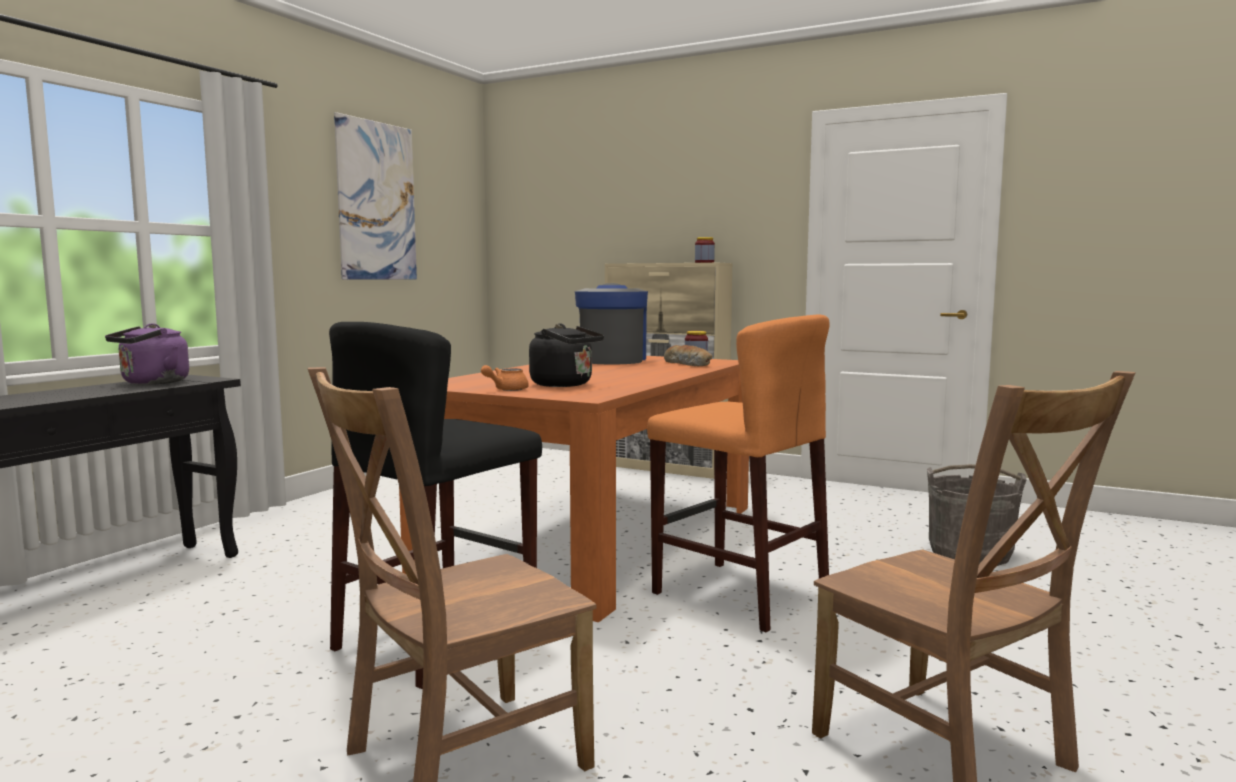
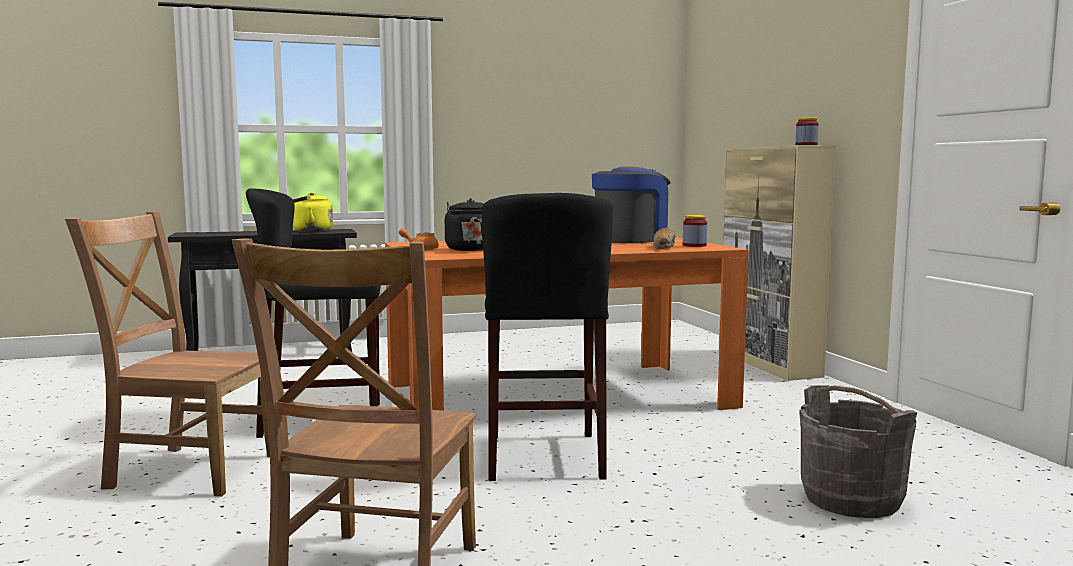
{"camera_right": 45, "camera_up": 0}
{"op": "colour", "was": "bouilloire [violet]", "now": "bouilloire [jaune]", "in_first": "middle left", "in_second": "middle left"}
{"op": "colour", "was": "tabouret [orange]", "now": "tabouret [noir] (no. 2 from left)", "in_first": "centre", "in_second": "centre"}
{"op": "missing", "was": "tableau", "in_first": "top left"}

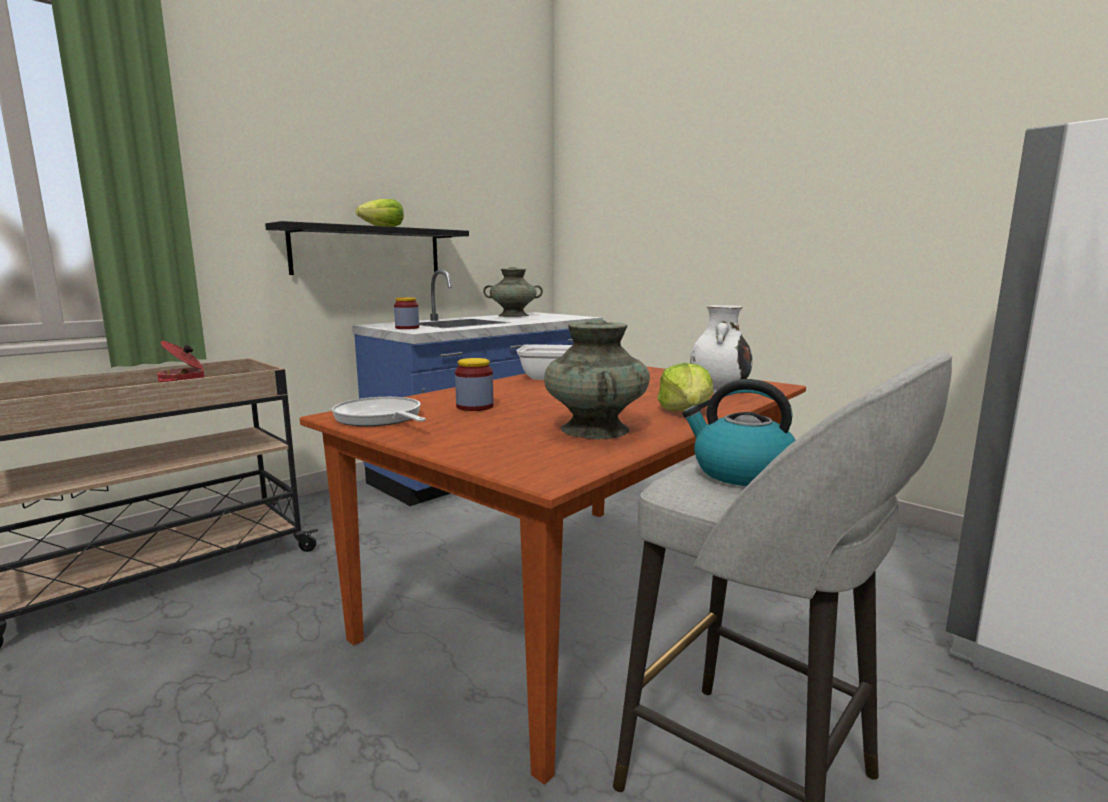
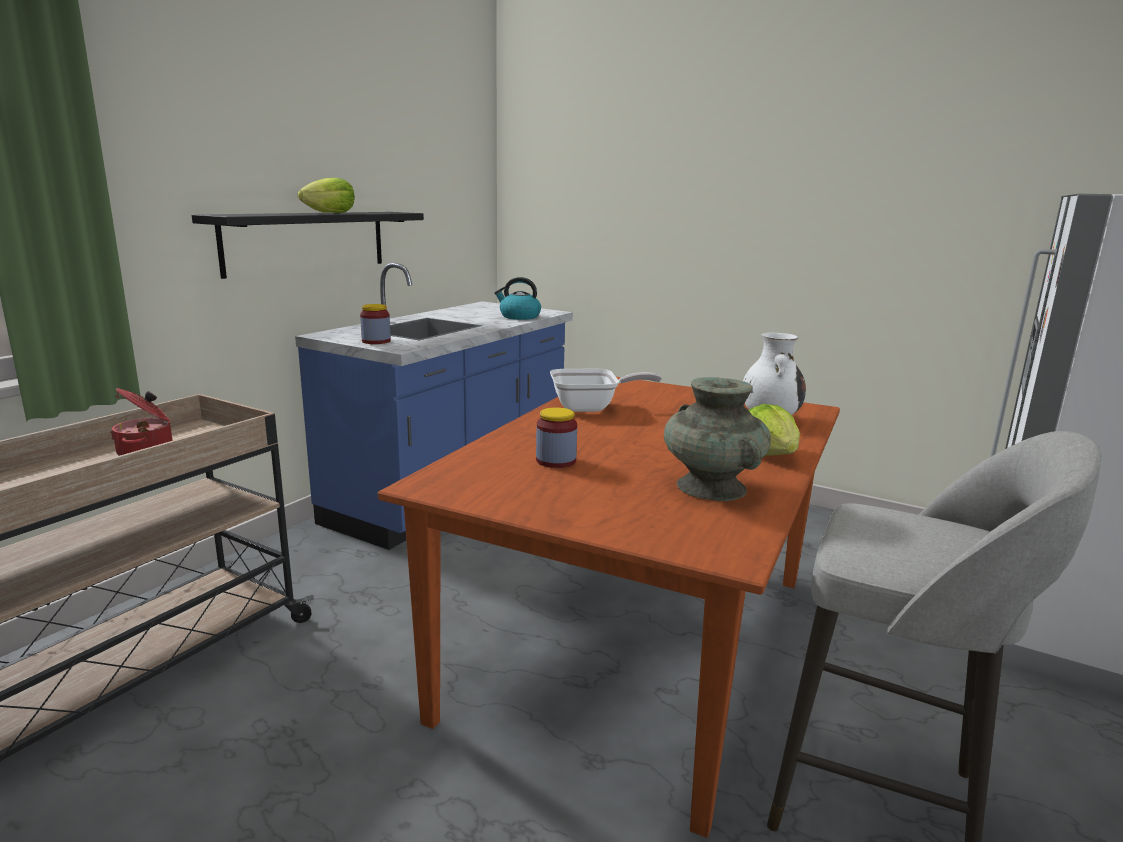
{"camera_right": -15, "camera_up": 5}
{"op": "relocated", "was": "bouilloire", "in_first": "middle right", "in_second": "centre"}
{"op": "missing", "was": "poêle (no. 1 from left)", "in_first": "centre"}
{"op": "missing", "was": "vase [turquoise] (no. 1 from left)", "in_first": "centre"}

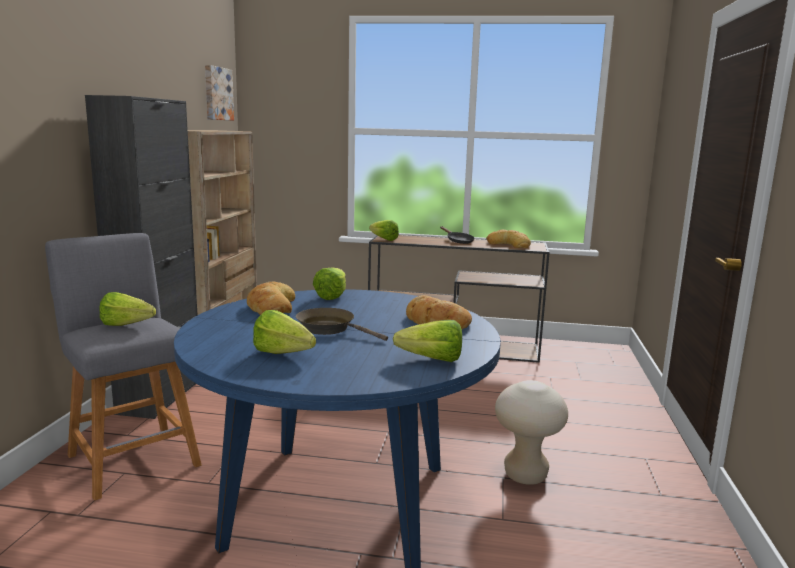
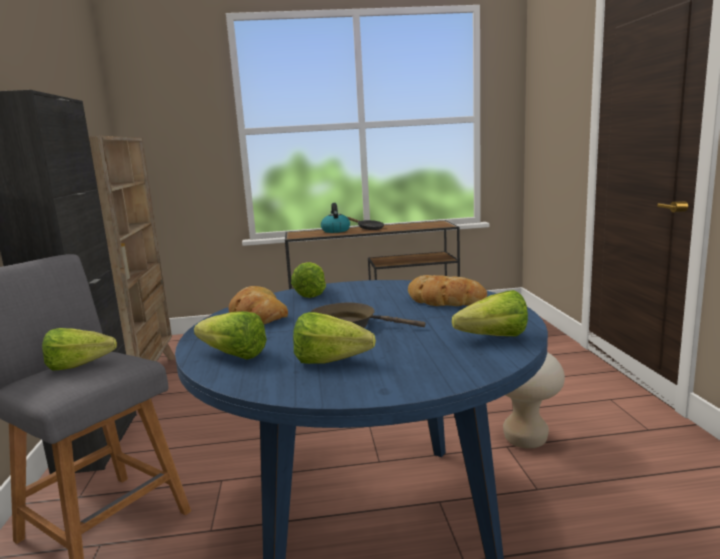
{"camera_right": -15, "camera_up": 0}
{"op": "relocated", "was": "laitue (no. 4 from left in the first image)", "now": "laitue (no. 2 from left)", "in_first": "centre", "in_second": "middle left"}
{"op": "appeared", "now": "bouilloire", "in_second": "centre"}
{"op": "missing", "was": "tableau", "in_first": "top left"}
{"op": "missing", "was": "pain (no. 3 from left)", "in_first": "centre"}

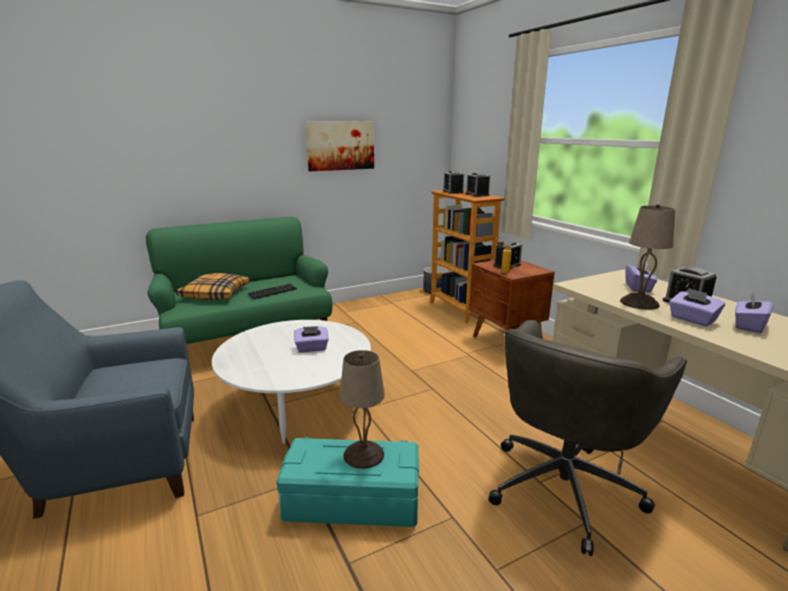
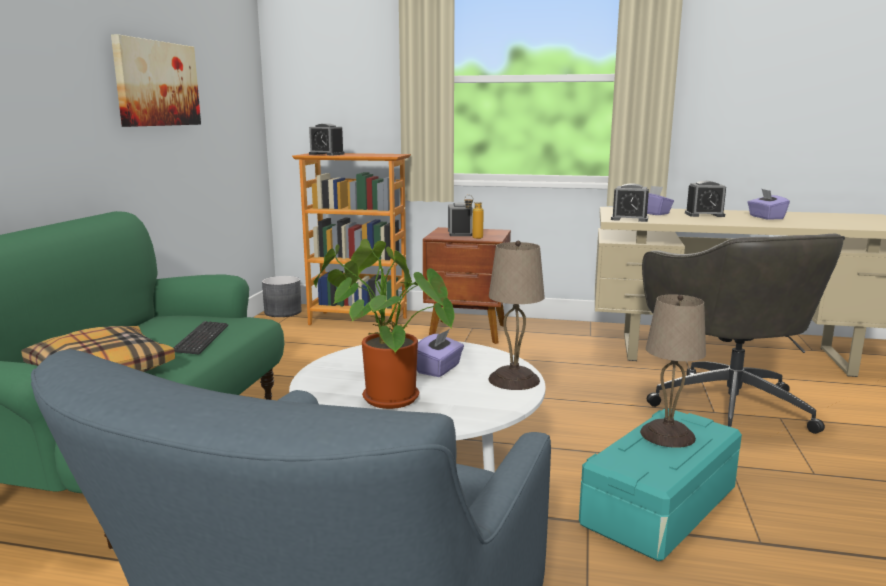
{"camera_right": -50, "camera_up": -5}
{"op": "appeared", "now": "plante en pot", "in_second": "centre"}
{"op": "relocated", "was": "lampe de table [beige] (no. 2 from left in the first image)", "now": "lampe de table [beige] (no. 1 from left)", "in_first": "middle right", "in_second": "centre"}
{"op": "relocated", "was": "réveil (no. 2 from left in the first image)", "now": "réveil (no. 3 from left)", "in_first": "top centre", "in_second": "middle right"}
{"op": "missing", "was": "boîte à mouchoirs [violet] (no. 3 from left)", "in_first": "middle right"}

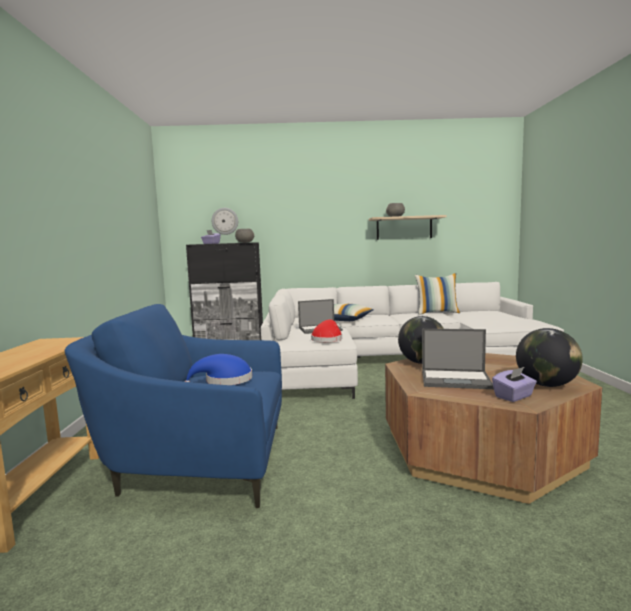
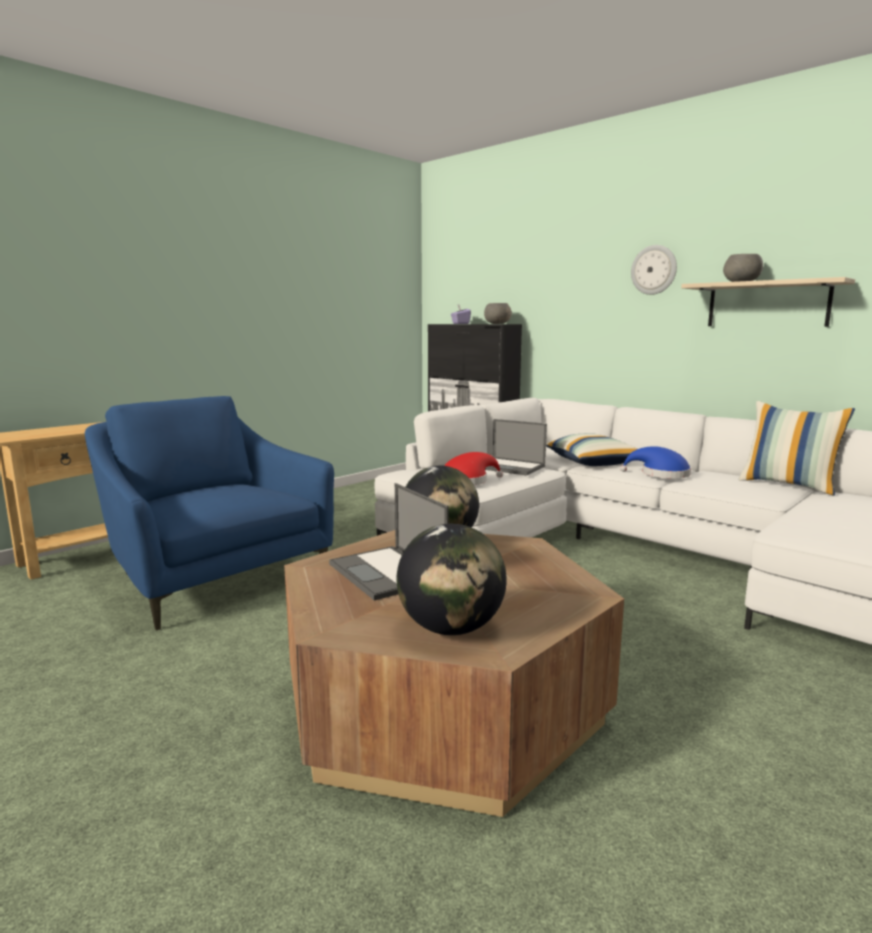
{"camera_right": 45, "camera_up": 5}
{"op": "relocated", "was": "chapeau [bleu]", "in_first": "centre", "in_second": "middle right"}
{"op": "relocated", "was": "horloge murale", "in_first": "centre", "in_second": "top right"}
{"op": "missing", "was": "boîte à mouchoirs [violet] (no. 2 from left)", "in_first": "middle right"}

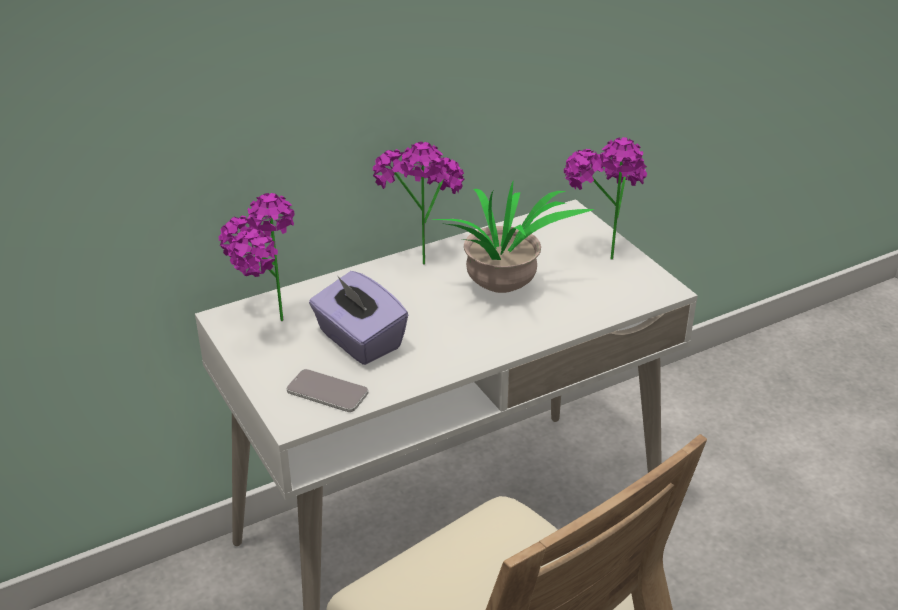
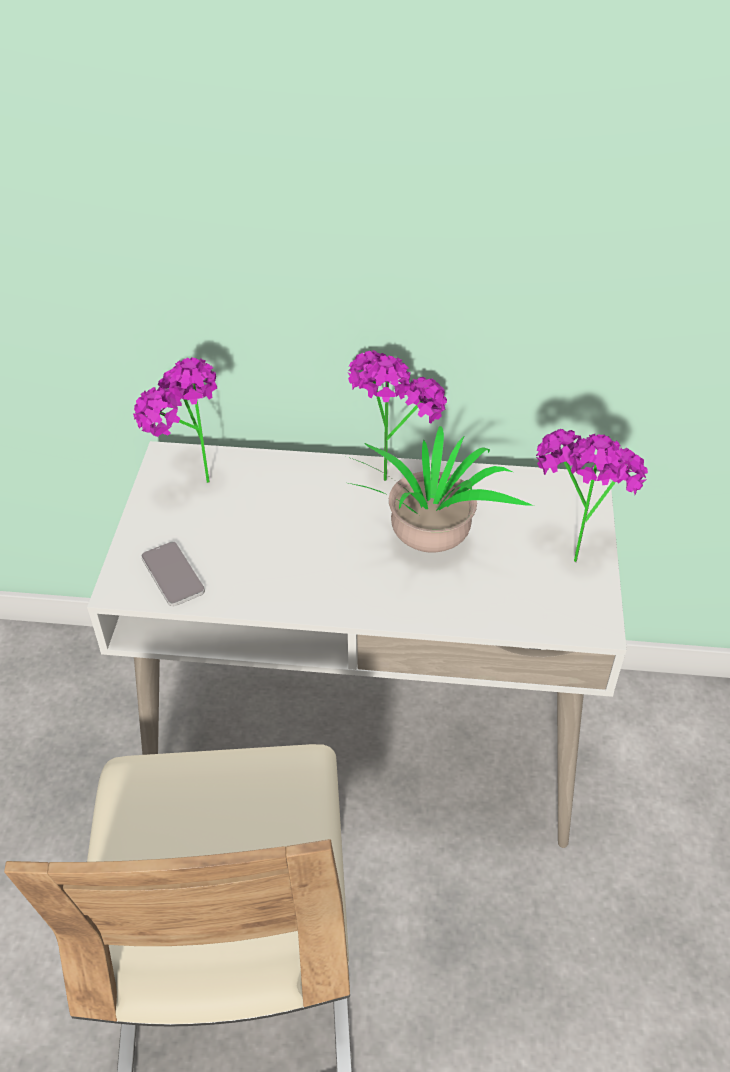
{"camera_right": 35, "camera_up": 10}
{"op": "missing", "was": "boîte à mouchoirs [violet]", "in_first": "centre"}

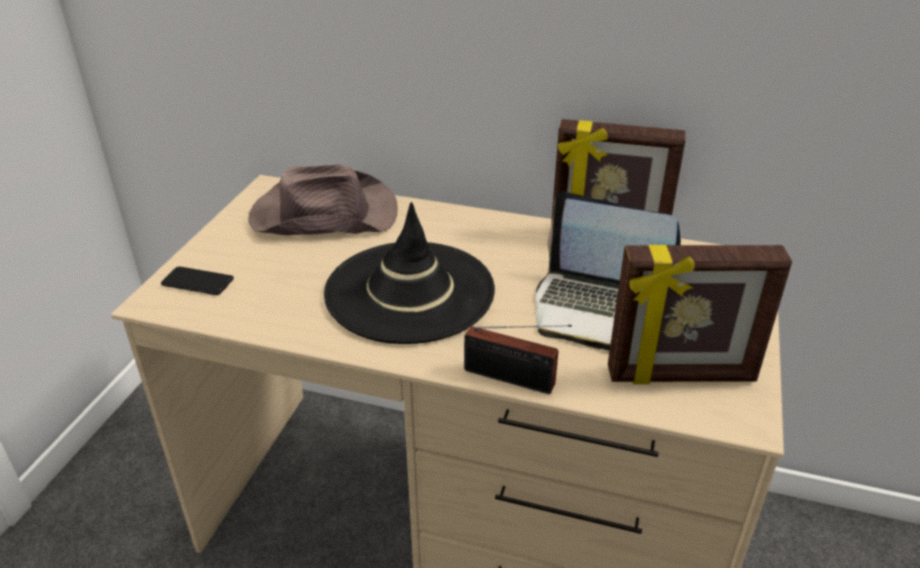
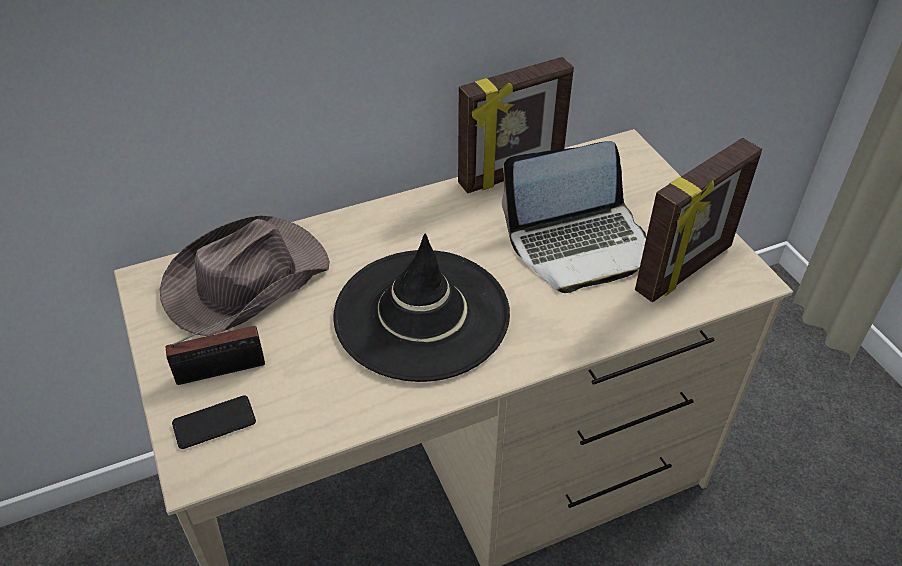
{"camera_right": -40, "camera_up": 10}
{"op": "relocated", "was": "radio", "in_first": "centre", "in_second": "middle left"}

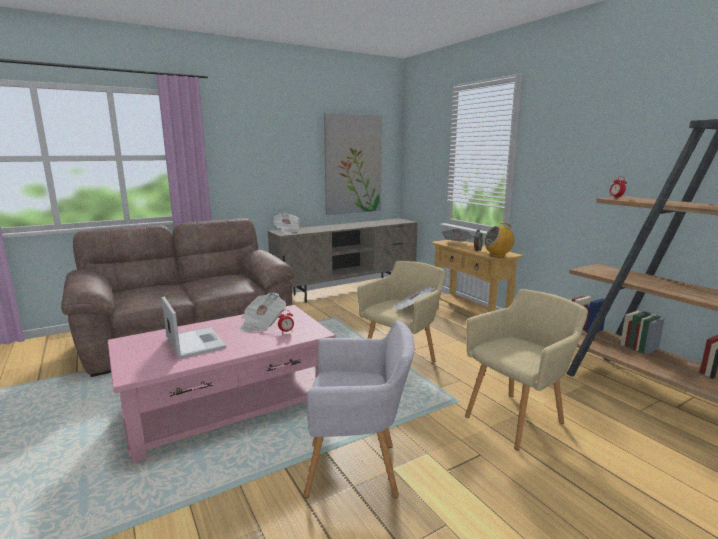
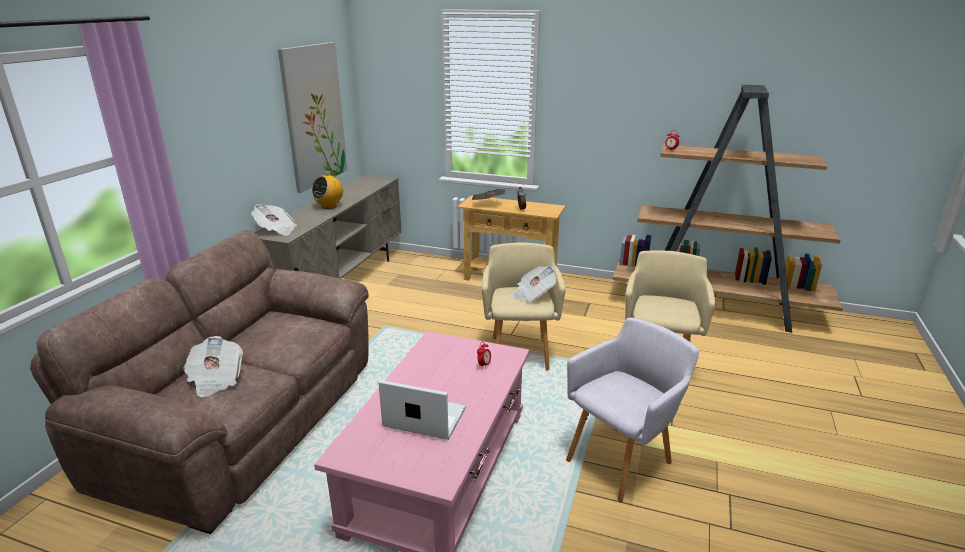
{"camera_right": -40, "camera_up": 10}
{"op": "relocated", "was": "journal (no. 1 from left)", "in_first": "centre", "in_second": "middle left"}
{"op": "relocated", "was": "radio", "in_first": "middle right", "in_second": "centre"}

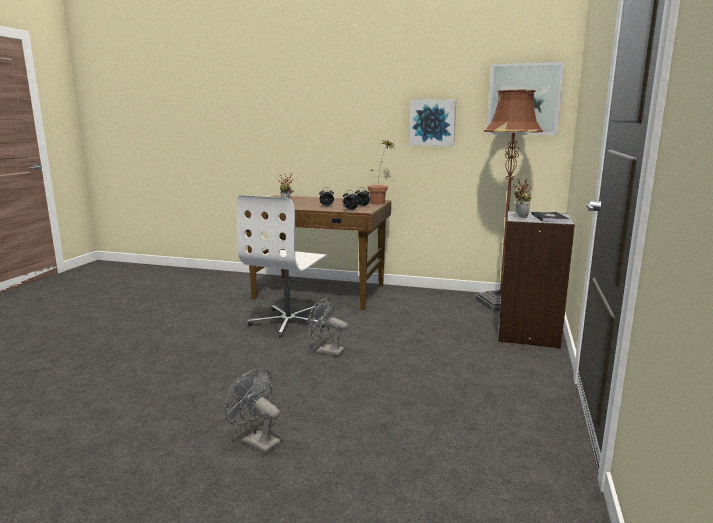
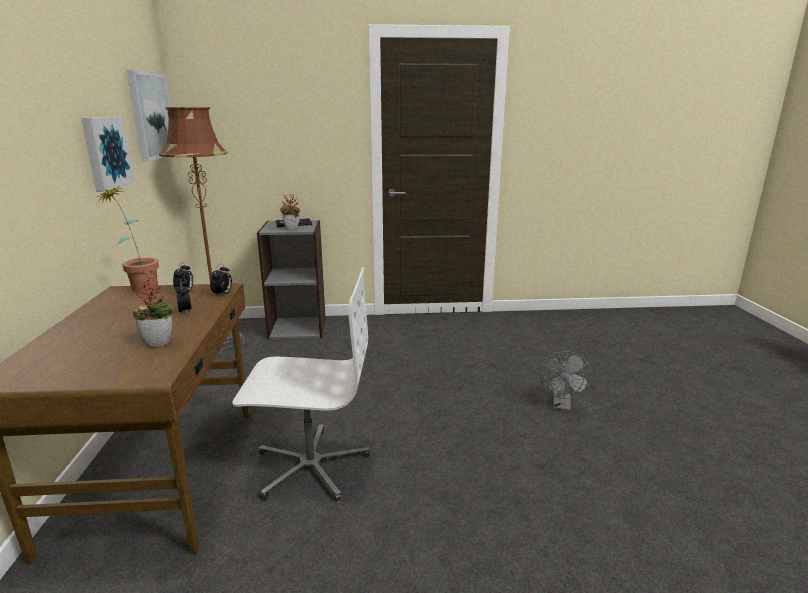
{"camera_right": -110, "camera_up": 5}
{"op": "missing", "was": "ventilateur [gris] (no. 2 from left)", "in_first": "centre"}

